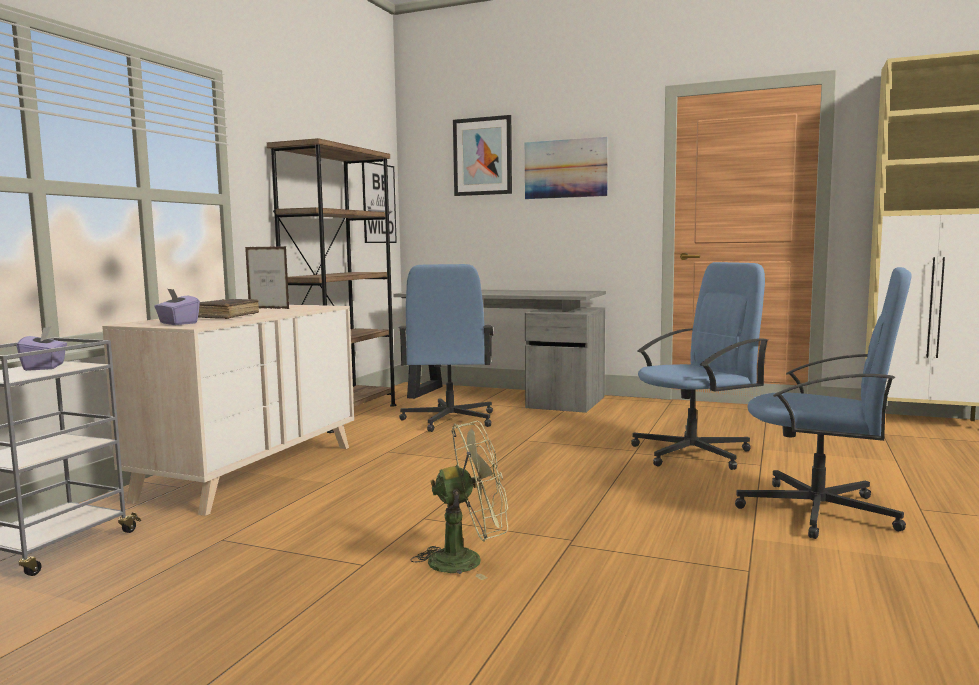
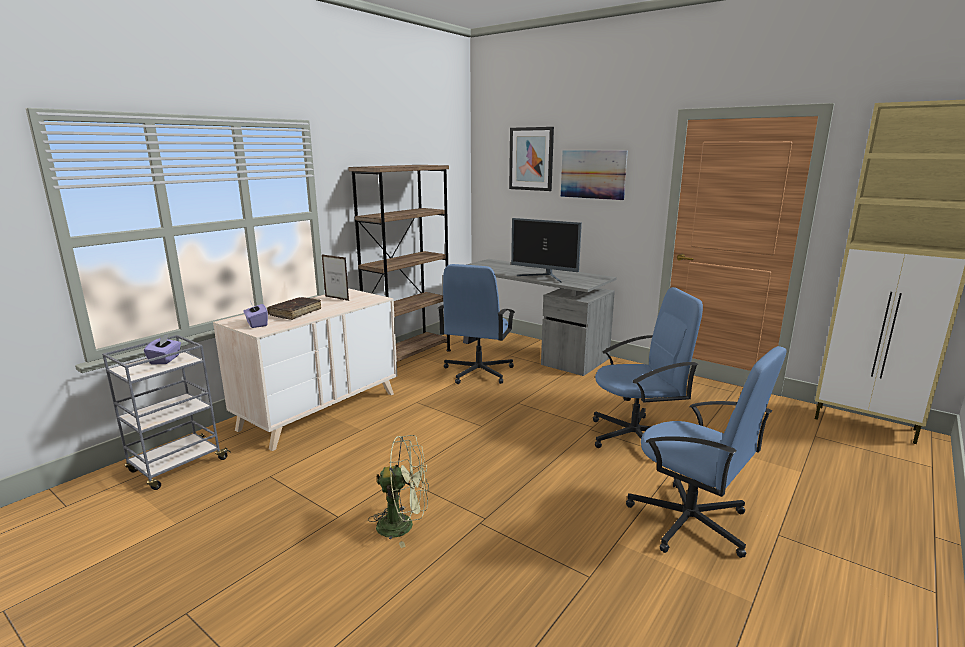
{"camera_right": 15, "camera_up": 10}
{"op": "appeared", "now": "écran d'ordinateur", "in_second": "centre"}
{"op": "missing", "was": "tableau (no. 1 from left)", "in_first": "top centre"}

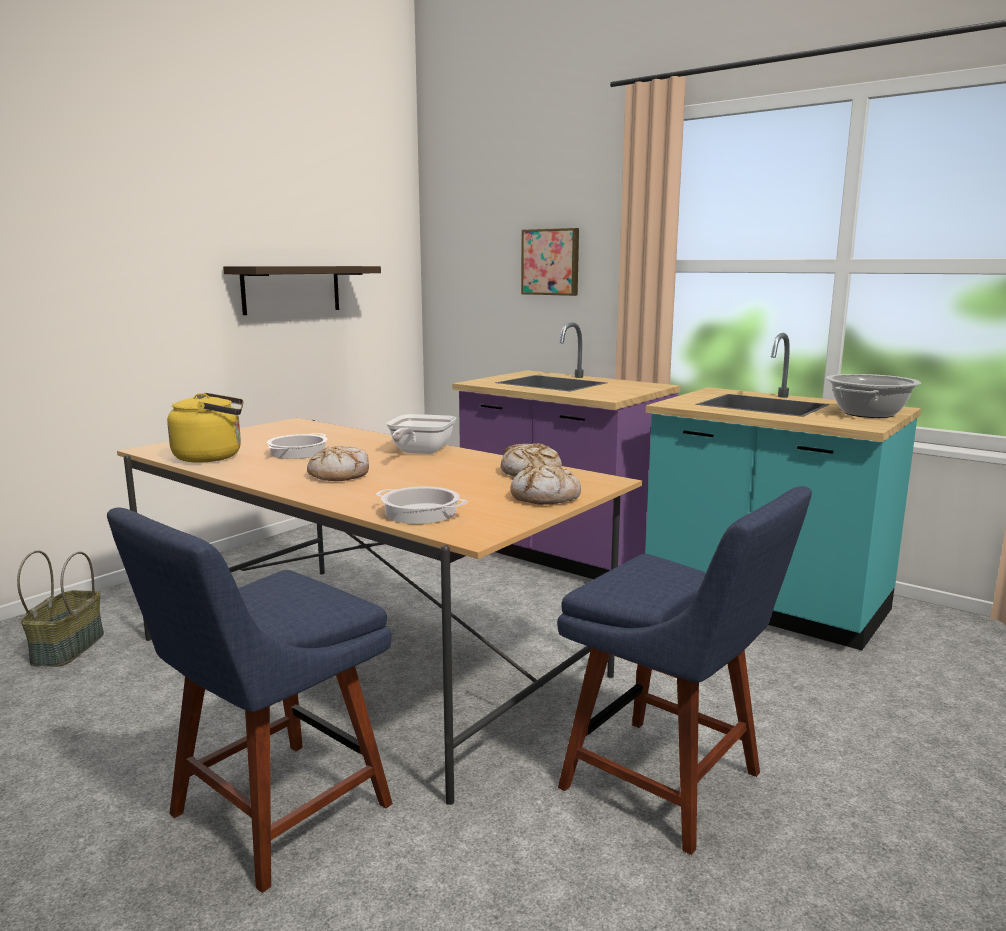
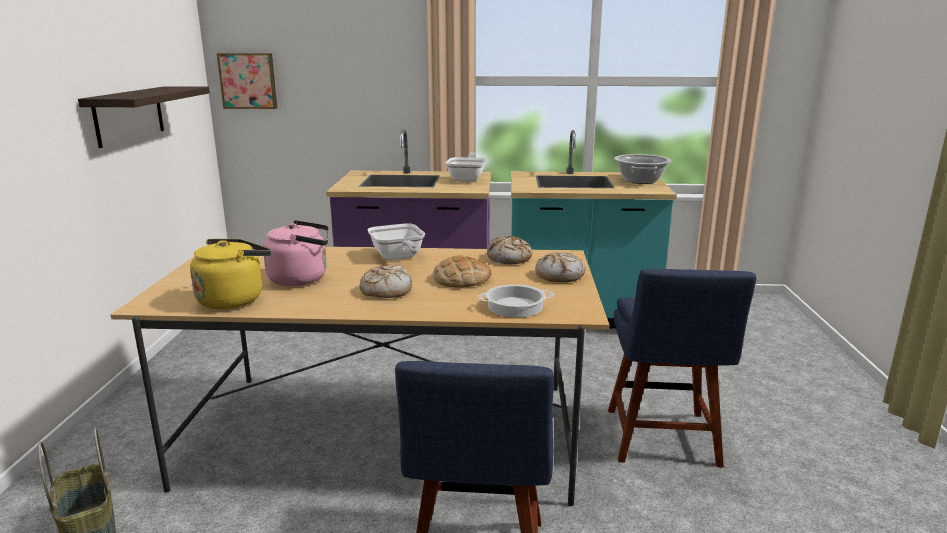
{"camera_right": -35, "camera_up": 5}
{"op": "relocated", "was": "tableau", "in_first": "top centre", "in_second": "top left"}
{"op": "exchanged", "was": "marmite (no. 1 from left)", "now": "bouilloire [rose]", "in_first": "middle left", "in_second": "middle left"}
{"op": "appeared", "now": "pain (no. 2 from left)", "in_second": "centre"}
{"op": "appeared", "now": "poêle (no. 2 from left)", "in_second": "top centre"}
{"op": "spun", "was": "chaise [bleu] (no. 2 from left)", "in_first": "bottom right", "in_second": "bottom right", "clockwise": 90}

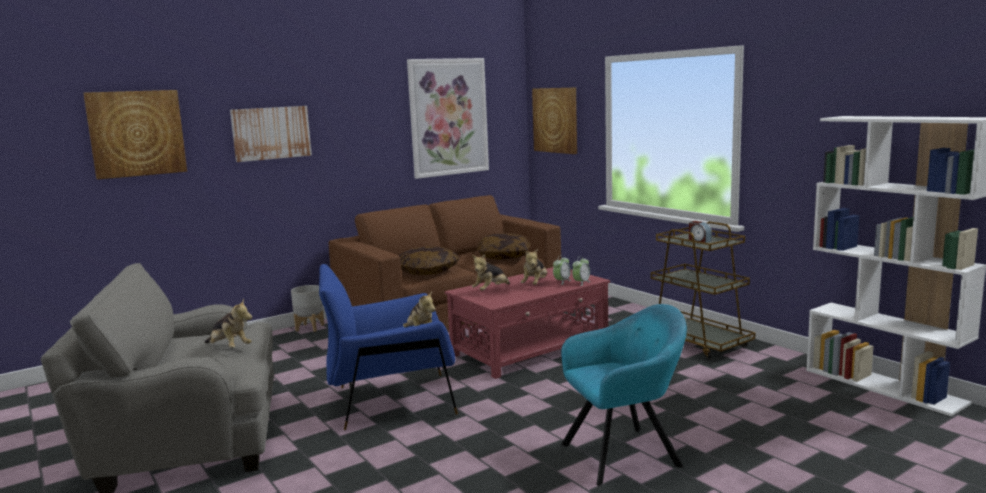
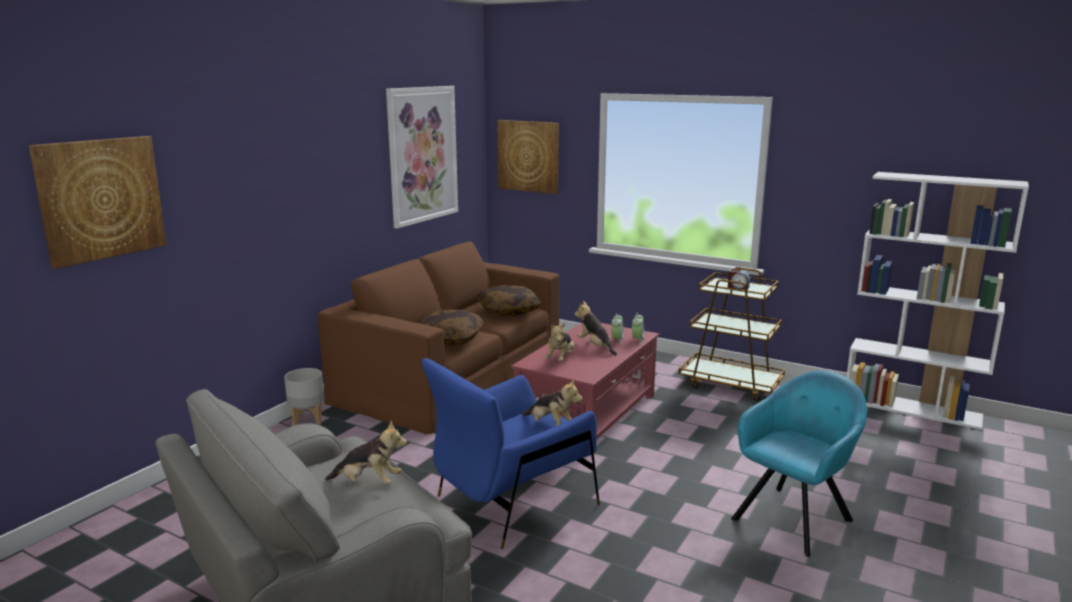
{"camera_right": -25, "camera_up": 5}
{"op": "spun", "was": "peluche (no. 4 from left)", "in_first": "centre", "in_second": "centre", "clockwise": 150}
{"op": "missing", "was": "tableau (no. 2 from left)", "in_first": "top left"}

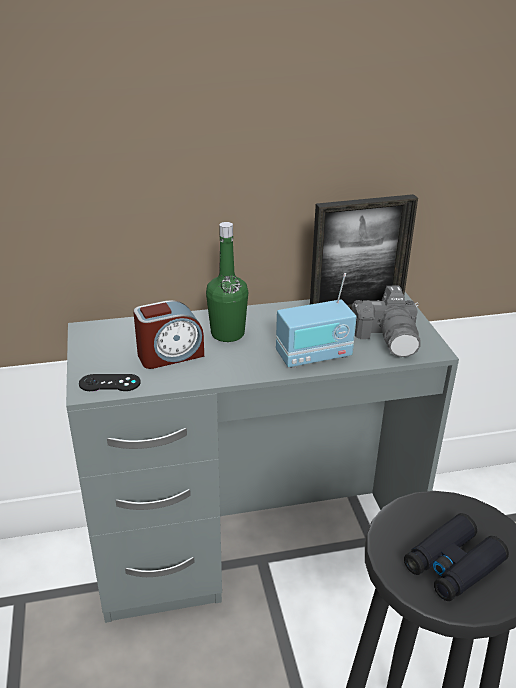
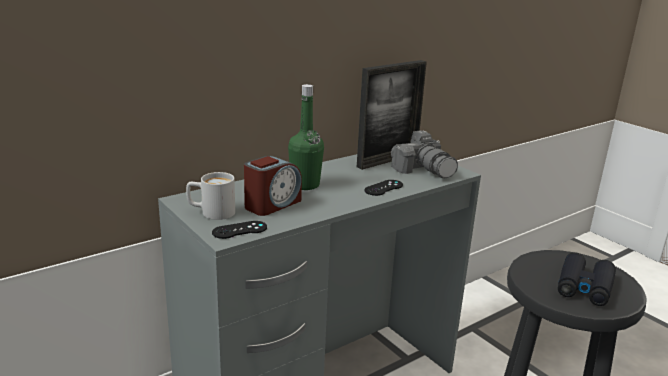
{"camera_right": -25, "camera_up": -10}
{"op": "appeared", "now": "mug [blanc]", "in_second": "middle left"}
{"op": "exchanged", "was": "radio", "now": "manette [noir] (no. 2 from left)", "in_first": "centre", "in_second": "centre"}

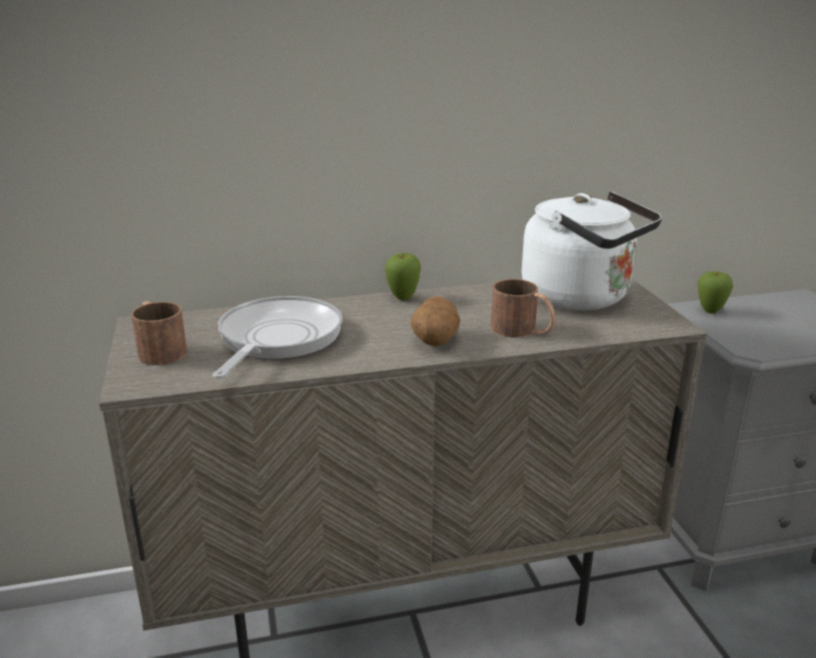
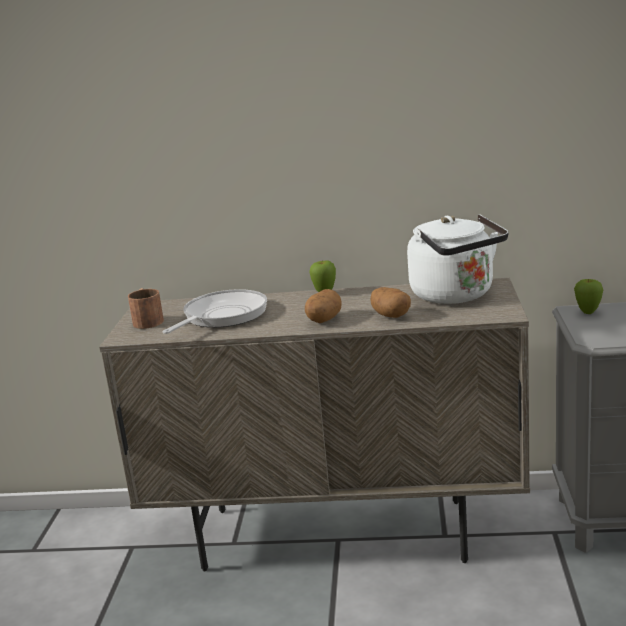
{"camera_right": 20, "camera_up": -5}
{"op": "exchanged", "was": "mug [marron] (no. 2 from left)", "now": "pomme de terre (no. 2 from left)", "in_first": "centre", "in_second": "centre"}

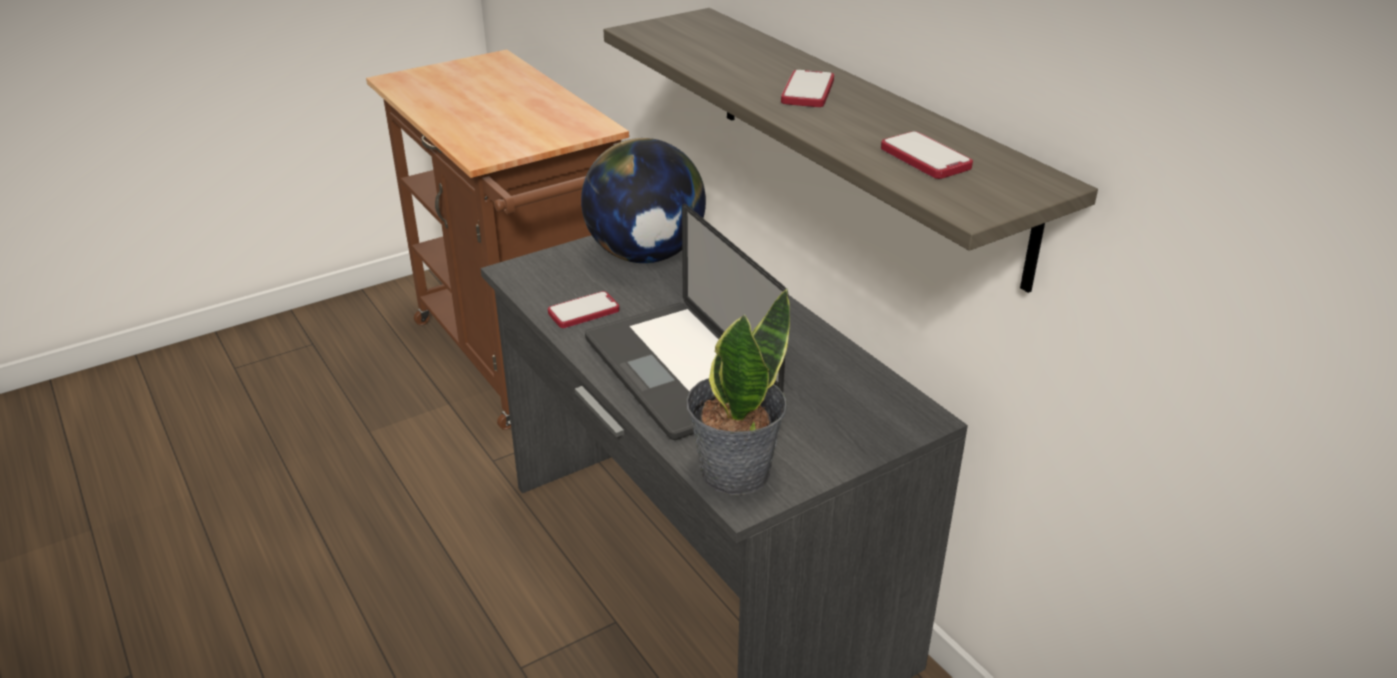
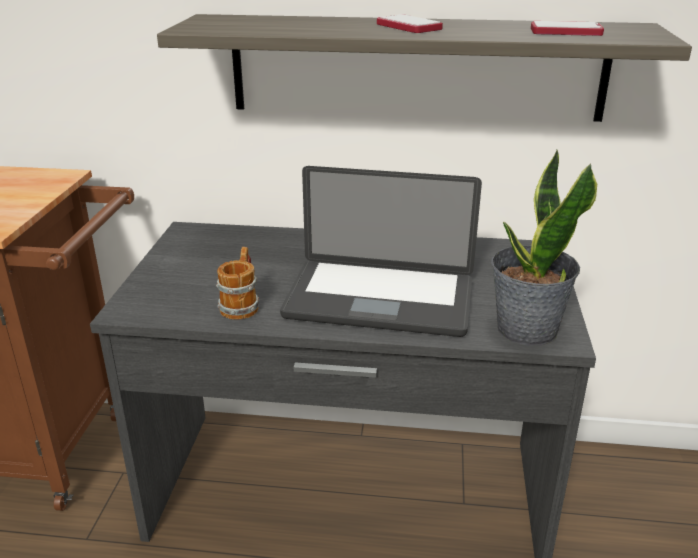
{"camera_right": -50, "camera_up": -5}
{"op": "exchanged", "was": "téléphone (no. 1 from left)", "now": "mug", "in_first": "centre", "in_second": "centre"}
{"op": "missing", "was": "globe", "in_first": "top centre"}

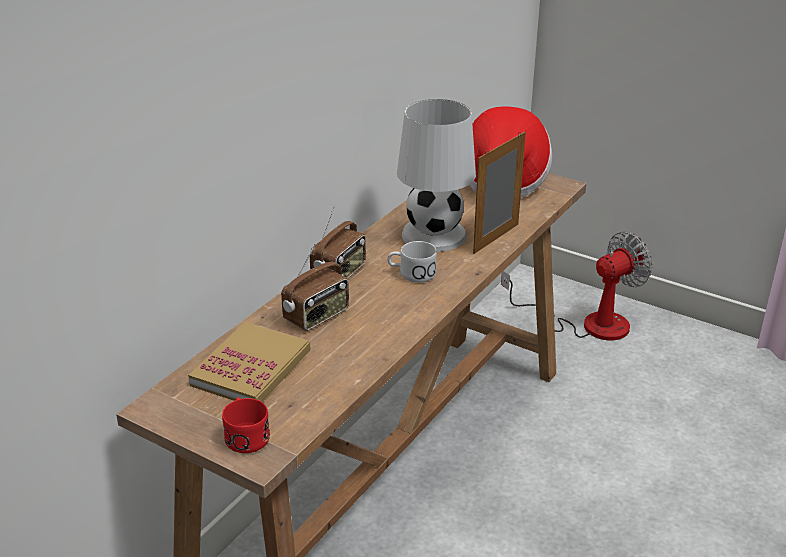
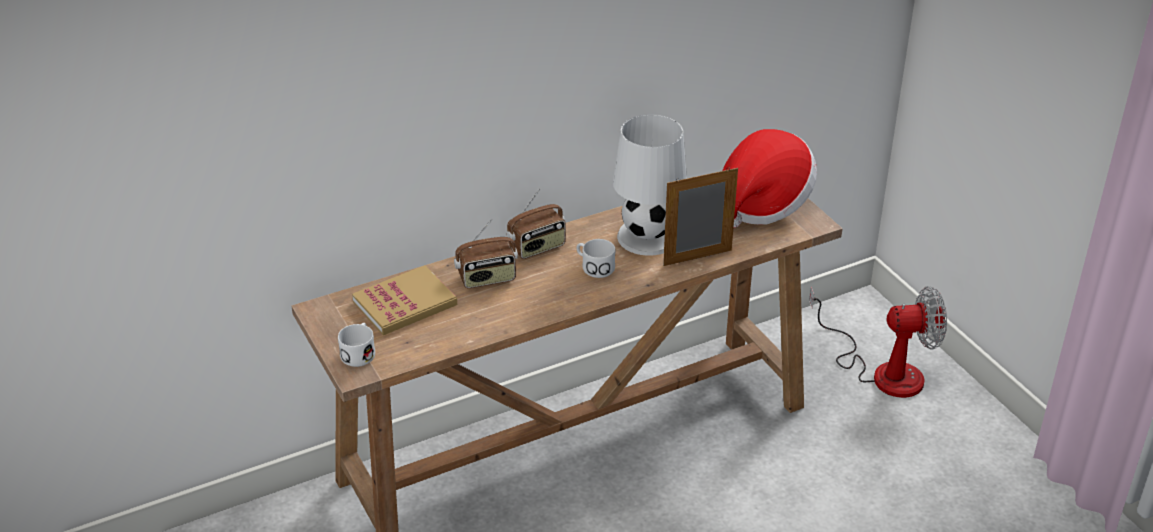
{"camera_right": 30, "camera_up": 5}
{"op": "colour", "was": "mug [rouge]", "now": "mug [blanc] (no. 1 from left)", "in_first": "bottom left", "in_second": "middle left"}

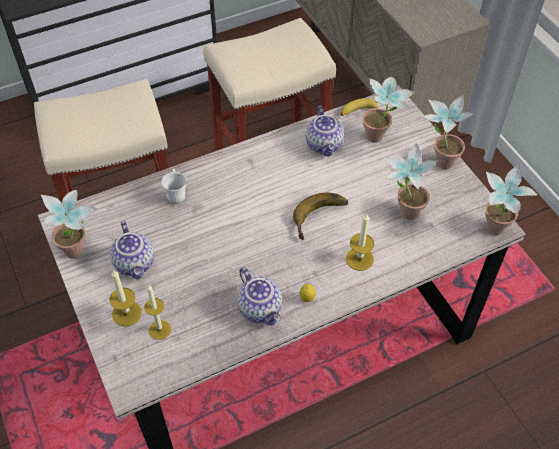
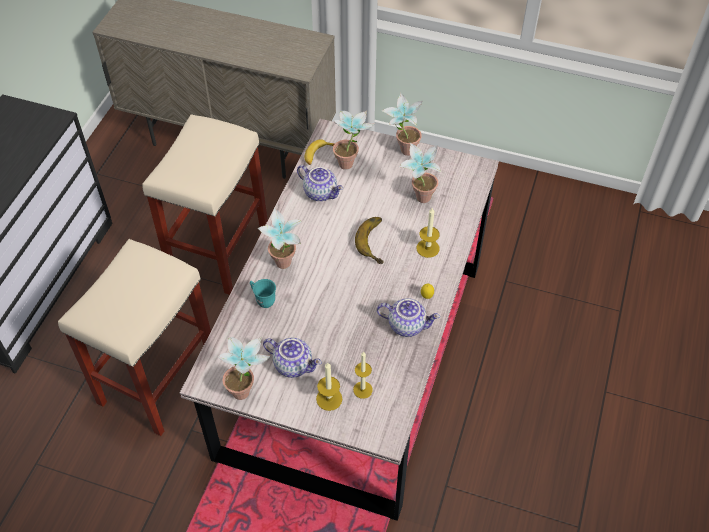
{"camera_right": -45, "camera_up": 0}
{"op": "colour", "was": "mug [blanc]", "now": "mug [turquoise]", "in_first": "middle left", "in_second": "centre"}
{"op": "relocated", "was": "plante en pot (no. 5 from left in the first image)", "now": "plante en pot (no. 2 from left)", "in_first": "middle right", "in_second": "centre"}

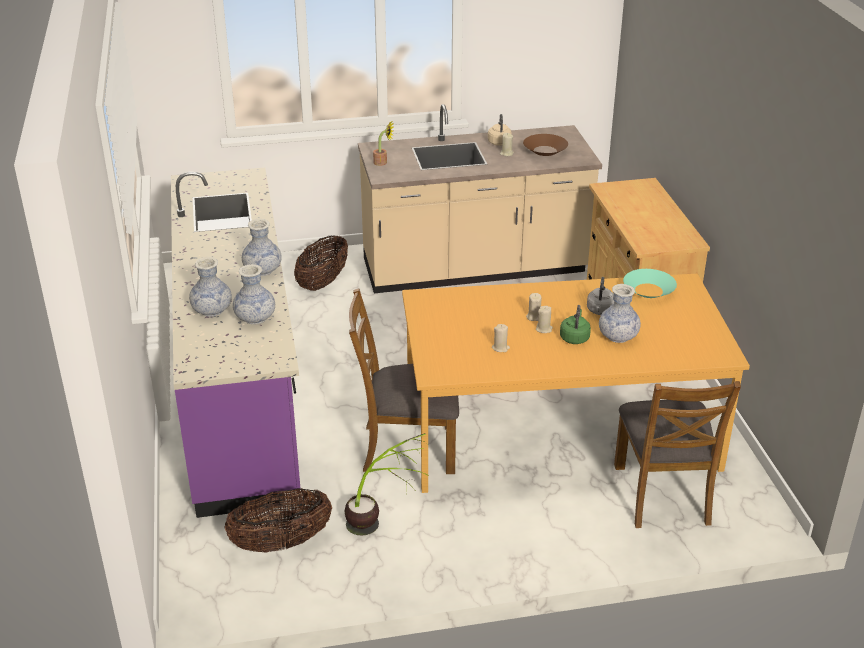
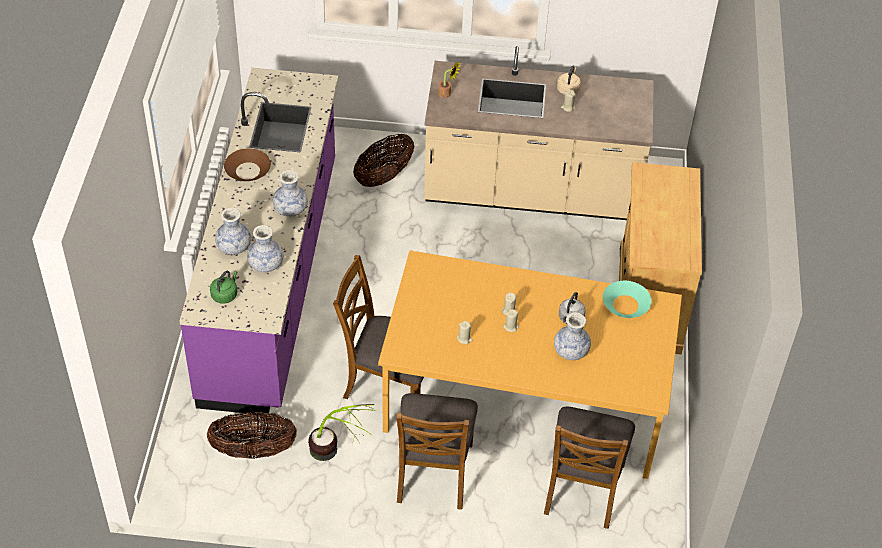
{"camera_right": 15, "camera_up": 15}
{"op": "relocated", "was": "bouilloire [vert]", "in_first": "centre", "in_second": "middle left"}
{"op": "relocated", "was": "bol [marron]", "in_first": "top centre", "in_second": "top left"}
{"op": "appeared", "now": "chaise [marron] (no. 2 from left)", "in_second": "bottom centre"}

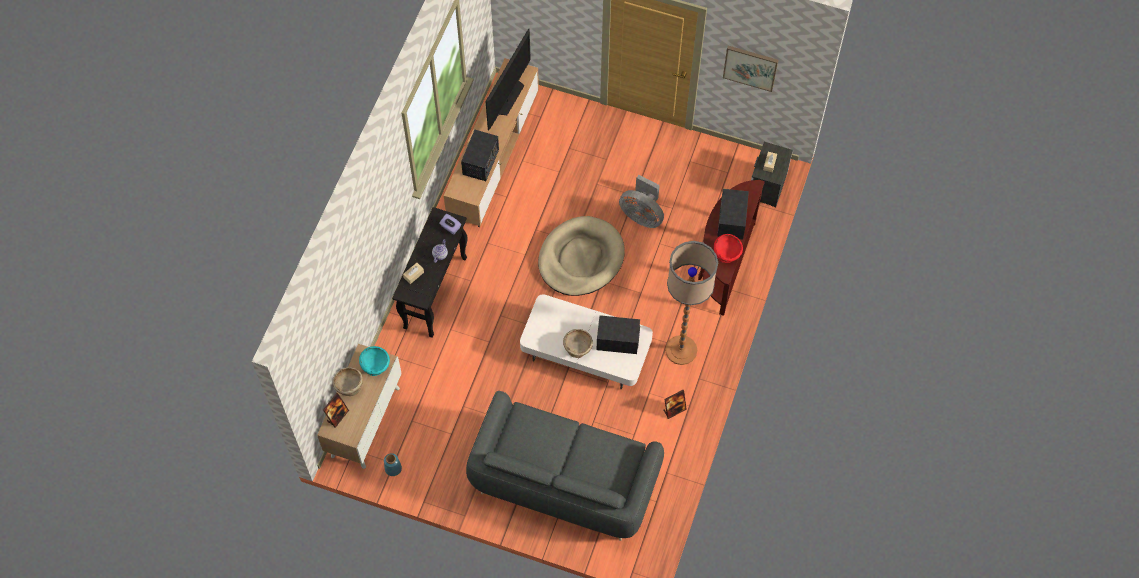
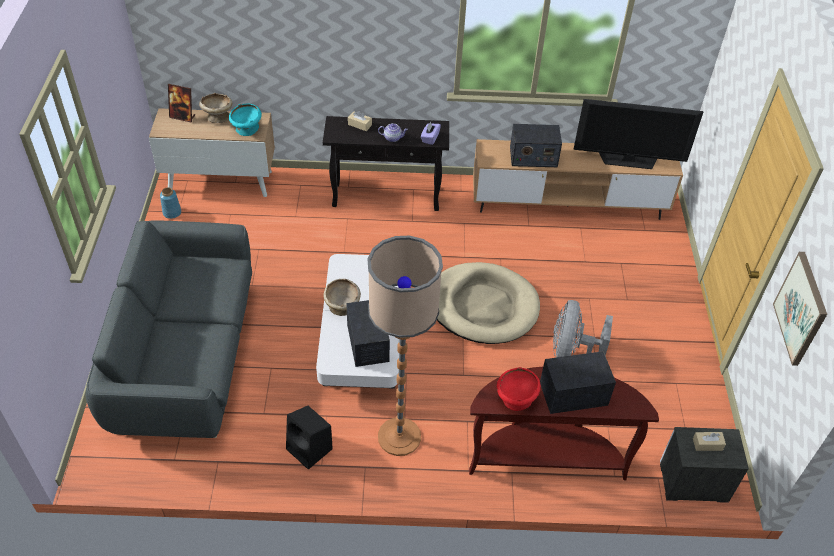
{"camera_right": 70, "camera_up": -15}
{"op": "exchanged", "was": "cadre photo (no. 2 from left)", "now": "enceinte [noir]", "in_first": "bottom centre", "in_second": "bottom centre"}

